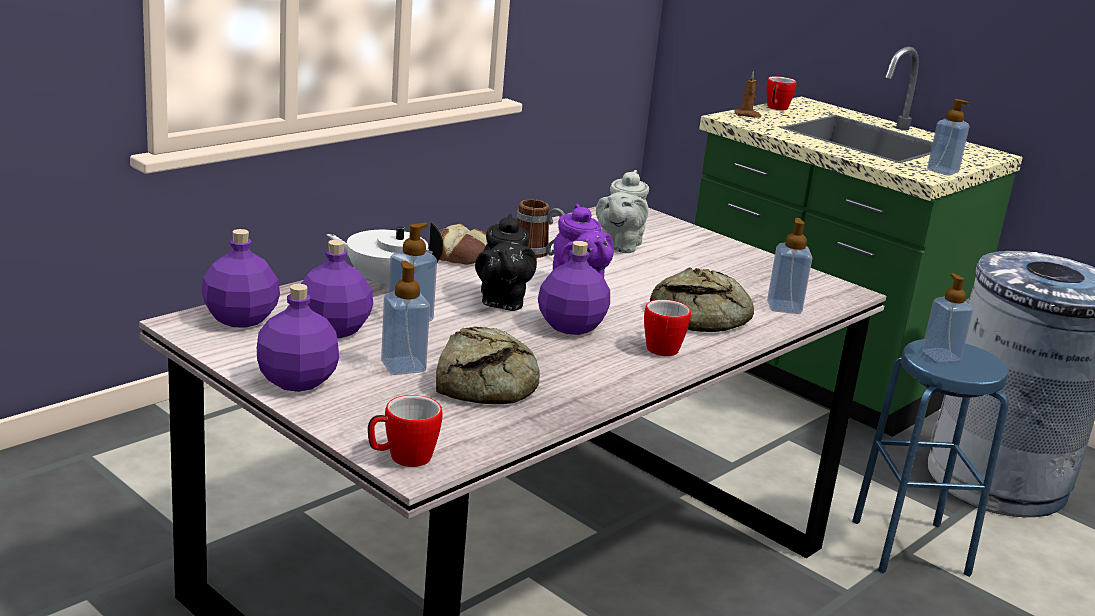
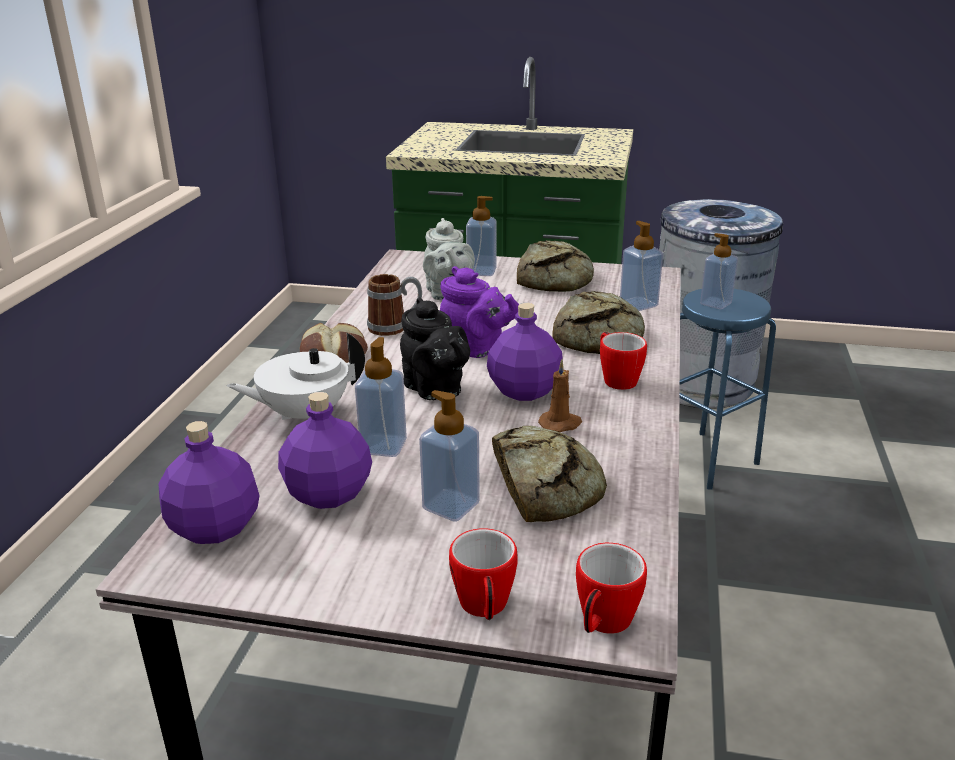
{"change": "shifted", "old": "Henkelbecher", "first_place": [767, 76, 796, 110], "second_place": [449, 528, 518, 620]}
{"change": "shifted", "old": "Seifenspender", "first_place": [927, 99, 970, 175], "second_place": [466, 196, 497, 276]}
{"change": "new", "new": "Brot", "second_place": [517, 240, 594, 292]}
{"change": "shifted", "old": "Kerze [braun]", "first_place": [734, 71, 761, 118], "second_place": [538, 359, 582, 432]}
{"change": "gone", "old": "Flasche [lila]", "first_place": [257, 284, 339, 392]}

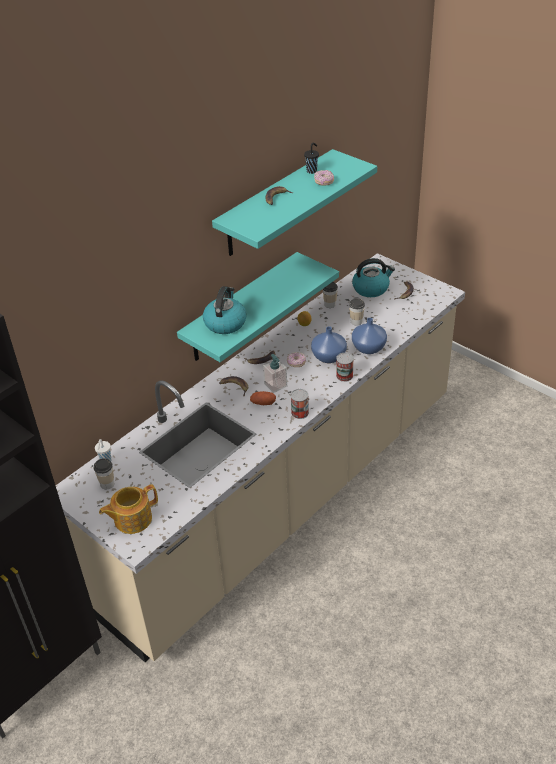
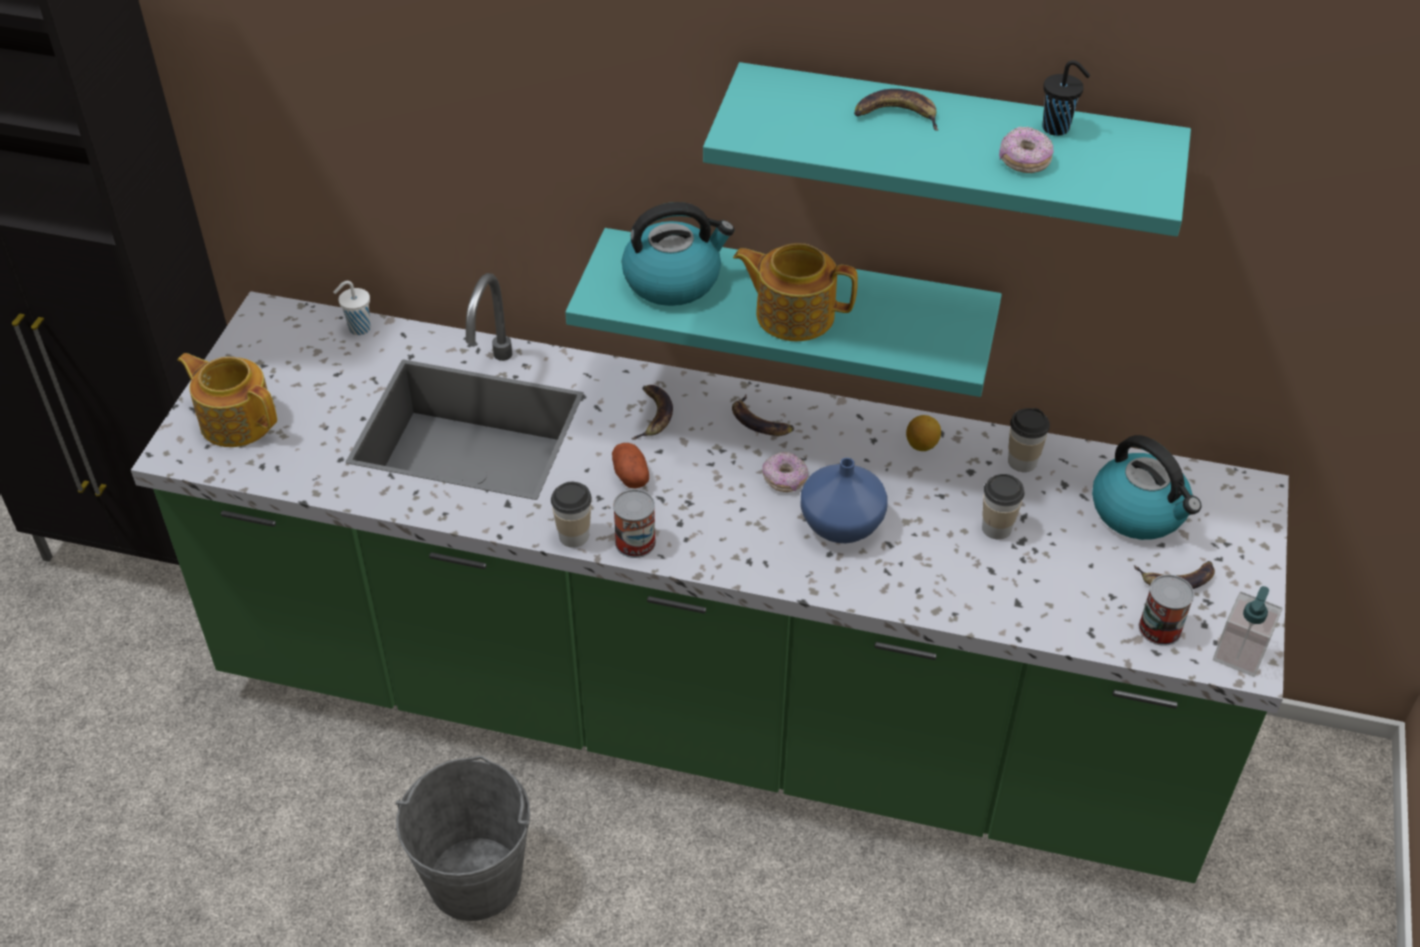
{"change": "repainted", "old": "Küchenzeile [beige]", "new": "Küchenzeile [grün]", "first_place": [56, 253, 465, 662], "second_place": [131, 273, 1289, 883]}
{"change": "new", "new": "Eimer [grau]", "second_place": [396, 756, 530, 921]}
{"change": "shifted", "old": "Tasse", "first_place": [94, 458, 114, 489], "second_place": [551, 482, 592, 548]}
{"change": "new", "new": "Teekanne", "second_place": [733, 243, 858, 341]}
{"change": "shifted", "old": "Dose", "first_place": [336, 353, 354, 382], "second_place": [1139, 575, 1194, 646]}
{"change": "shifted", "old": "Seifenspender", "first_place": [263, 354, 287, 393], "second_place": [1213, 586, 1282, 677]}
{"change": "gone", "old": "Vase [blau]", "first_place": [352, 318, 387, 354]}

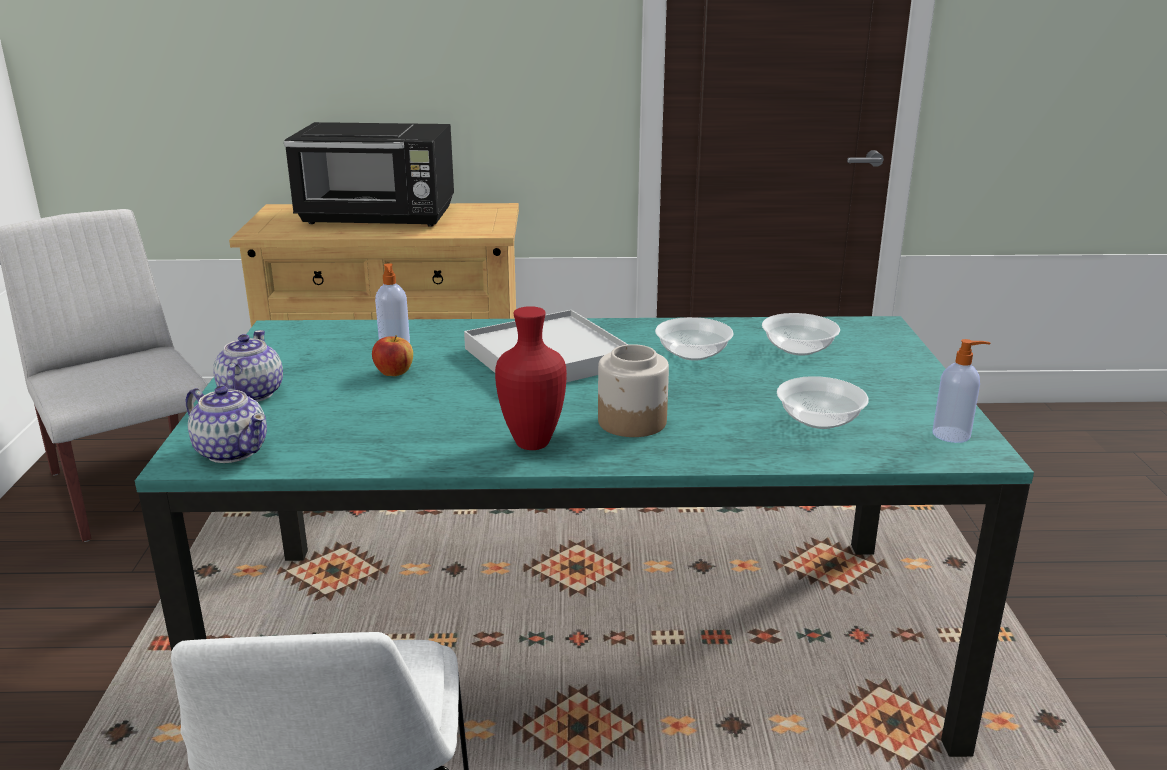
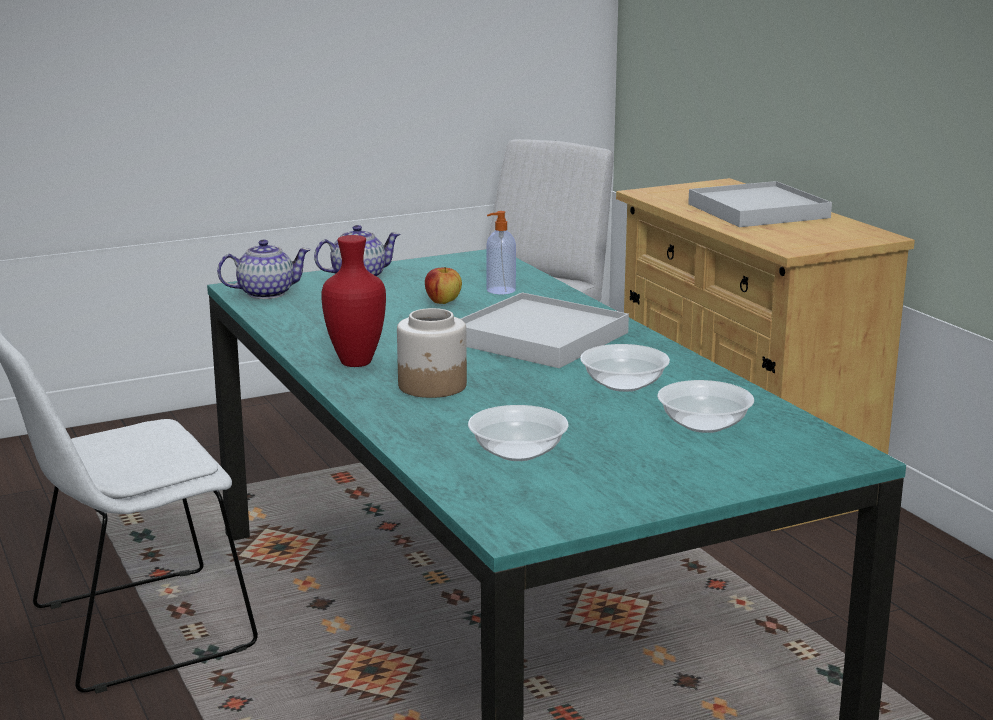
{"change": "rotated", "old": "Teekanne", "first_place": [186, 386, 267, 463], "second_place": [217, 240, 311, 299], "degrees": -120}
{"change": "swapped", "old": "Mikrowelle [schwarz]", "new": "Tablett [weiß]", "first_place": [284, 122, 454, 227], "second_place": [688, 181, 832, 227]}
{"change": "gone", "old": "Seifenspender", "first_place": [933, 339, 990, 443]}

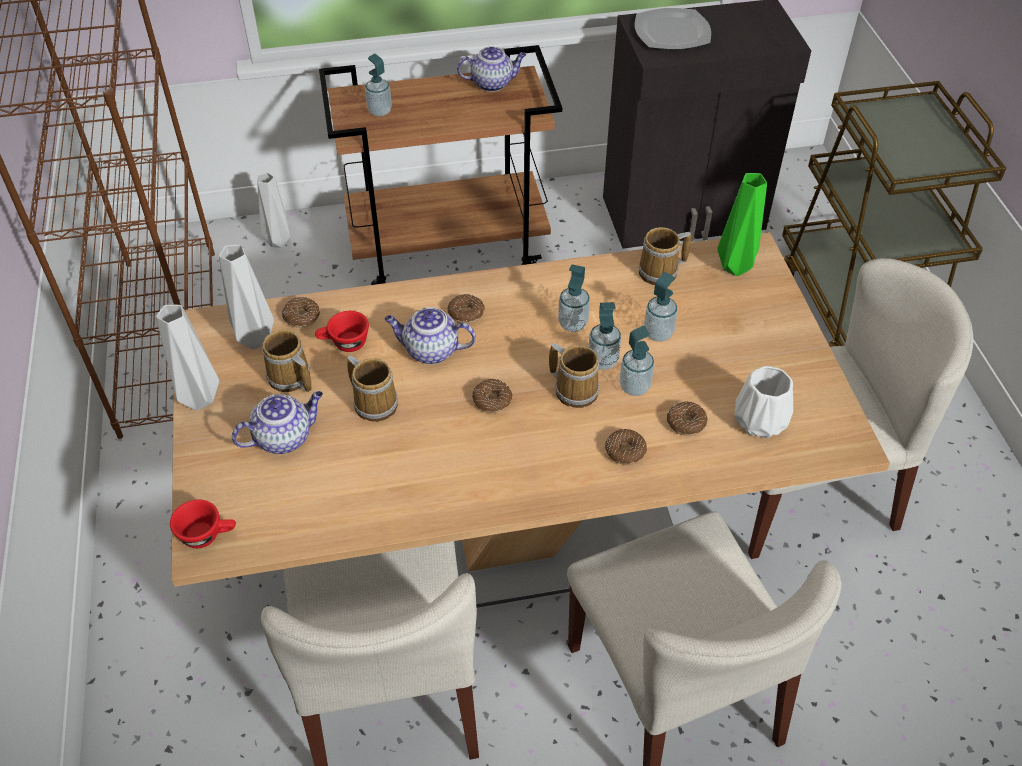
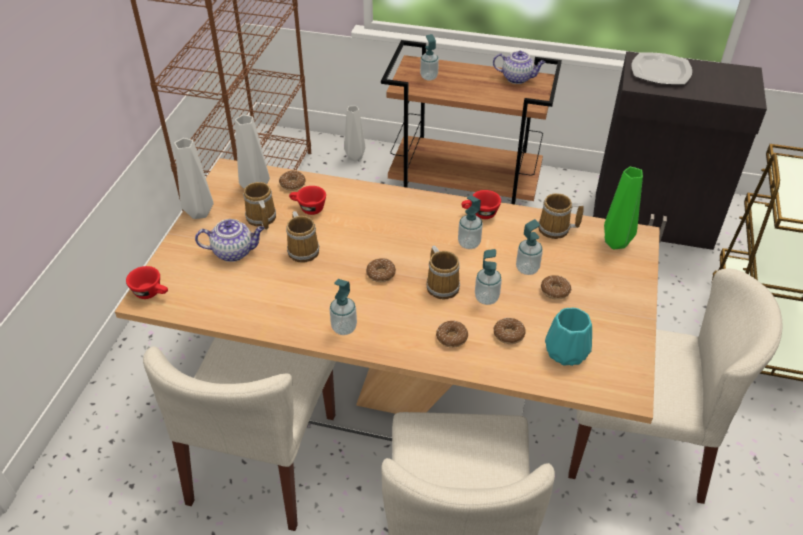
{"change": "shifted", "old": "Seifenspender", "first_place": [588, 302, 621, 370], "second_place": [329, 279, 357, 335]}
{"change": "new", "new": "Tasse [rot]", "second_place": [461, 190, 501, 219]}
{"change": "shifted", "old": "Donut", "first_place": [448, 294, 485, 324], "second_place": [541, 275, 571, 300]}
{"change": "repainted", "old": "Vase [weiß]", "new": "Vase [türkis]", "first_place": [734, 366, 793, 438], "second_place": [545, 308, 592, 366]}
{"change": "gone", "old": "Teekanne", "first_place": [384, 307, 476, 364]}

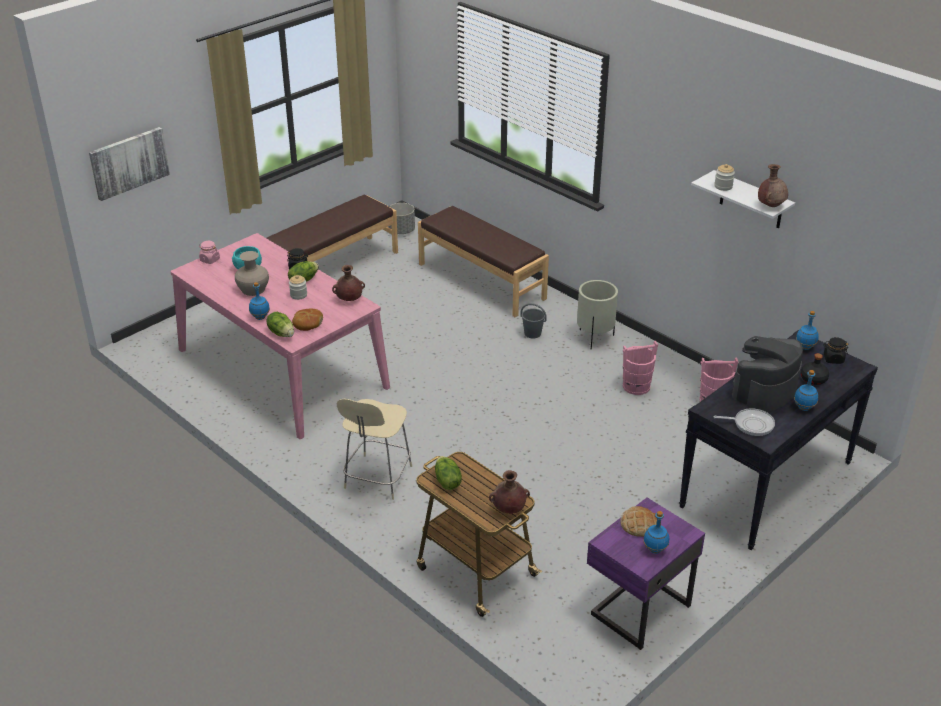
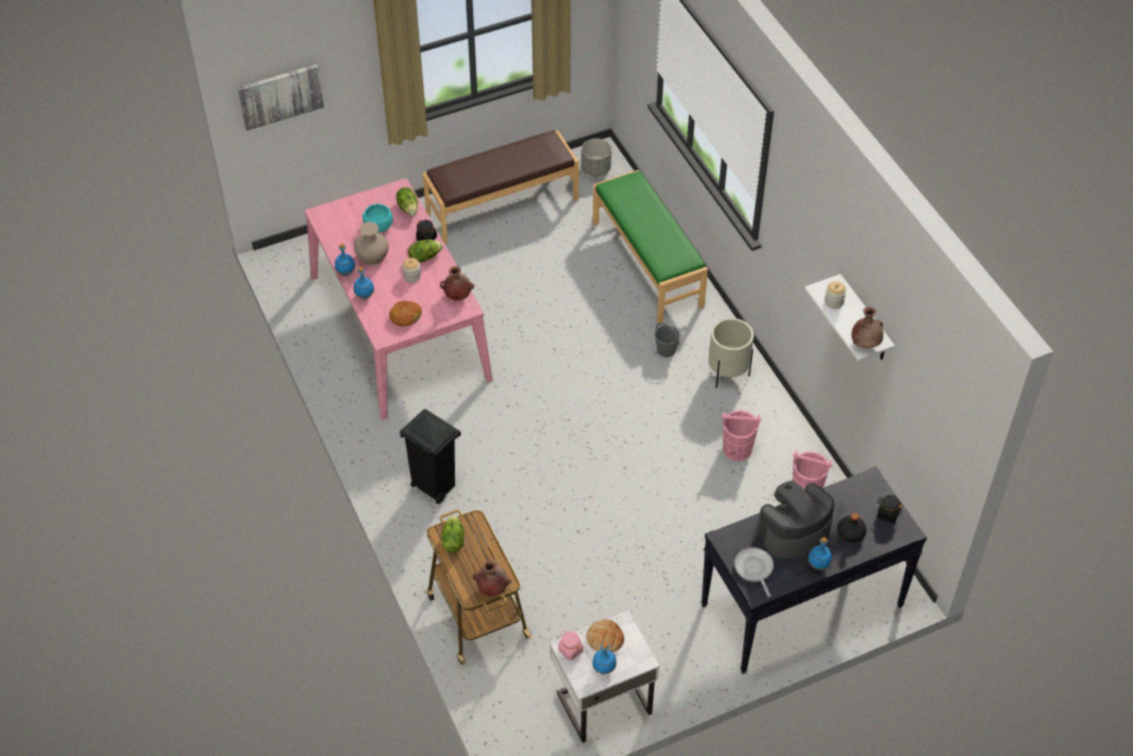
{"change": "shifted", "old": "Flasche [blau]", "first_place": [796, 311, 819, 350], "second_place": [335, 244, 355, 276]}
{"change": "shifted", "old": "Salatkopf", "first_place": [267, 312, 294, 337], "second_place": [396, 187, 418, 216]}
{"change": "swapped", "old": "Stuhl [beige]", "new": "Mülleimer [schwarz]", "first_place": [337, 399, 412, 500], "second_place": [400, 409, 461, 504]}
{"change": "repainted", "old": "Nachttisch [lila]", "new": "Nachttisch [weiß]", "first_place": [587, 498, 705, 650], "second_place": [550, 611, 660, 743]}
{"change": "shifted", "old": "Vorratsglas [rosa]", "first_place": [199, 241, 220, 264], "second_place": [558, 631, 583, 661]}
{"change": "repainted", "old": "Bank [braun]", "new": "Bank [grün]", "first_place": [418, 206, 549, 317], "second_place": [593, 170, 708, 323]}
{"change": "rotated", "old": "Pfanne", "first_place": [713, 408, 775, 436], "second_place": [734, 547, 774, 597], "degrees": -135}

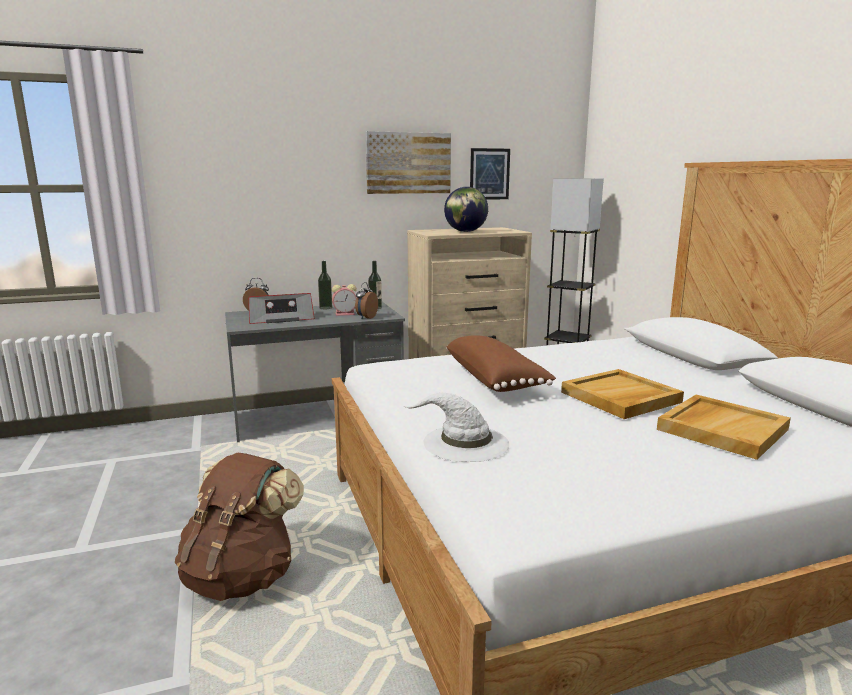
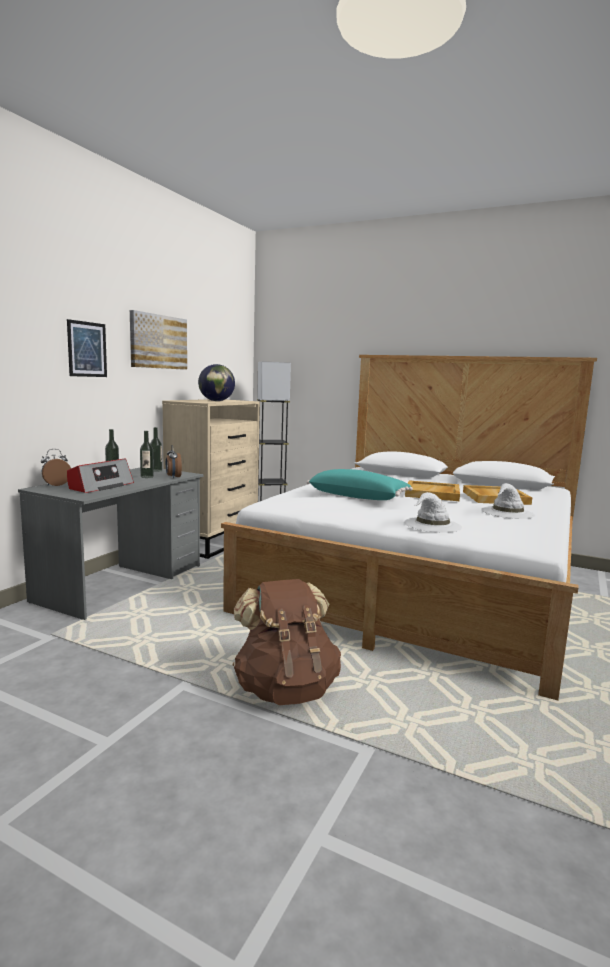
{"change": "shifted", "old": "Bild", "first_place": [470, 148, 510, 200], "second_place": [67, 319, 107, 377]}
{"change": "swapped", "old": "Wecker", "new": "Flasche", "first_place": [332, 284, 357, 316], "second_place": [140, 431, 154, 478]}
{"change": "repainted", "old": "Kissen [braun]", "new": "Kissen [türkis]", "first_place": [446, 335, 556, 392], "second_place": [306, 469, 413, 500]}
{"change": "new", "new": "Hut [weiß]", "second_place": [481, 483, 535, 519]}

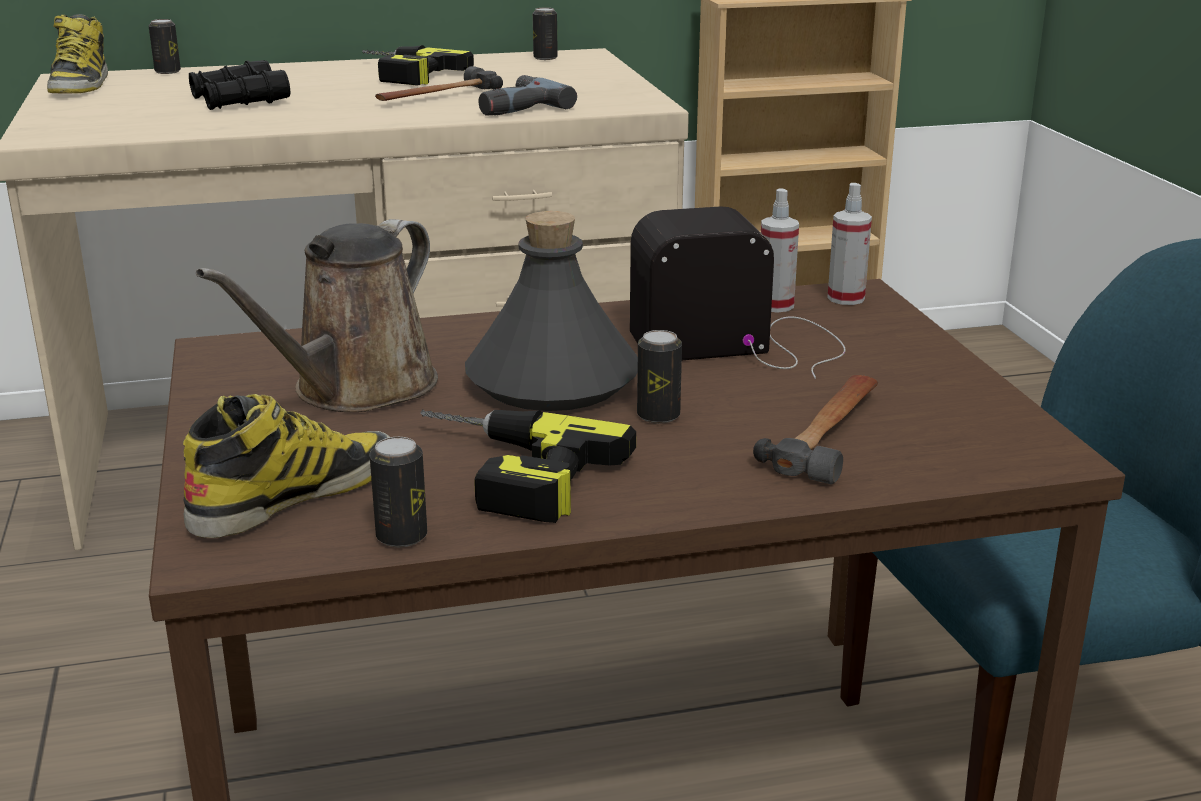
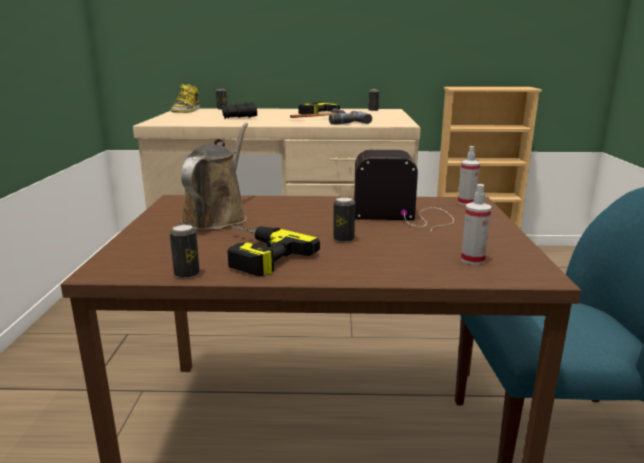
{"change": "rotated", "old": "Gießkanne [braun]", "first_place": [196, 219, 438, 412], "second_place": [180, 123, 248, 230], "degrees": 150}
{"change": "shifted", "old": "Sprühflasche", "first_place": [761, 188, 799, 313], "second_place": [461, 184, 491, 265]}
{"change": "gone", "old": "Stiefel", "first_place": [183, 394, 389, 538]}
{"change": "gone", "old": "Flasche [grau]", "first_place": [465, 211, 638, 411]}
{"change": "gone", "old": "Hammer", "first_place": [753, 375, 878, 484]}

